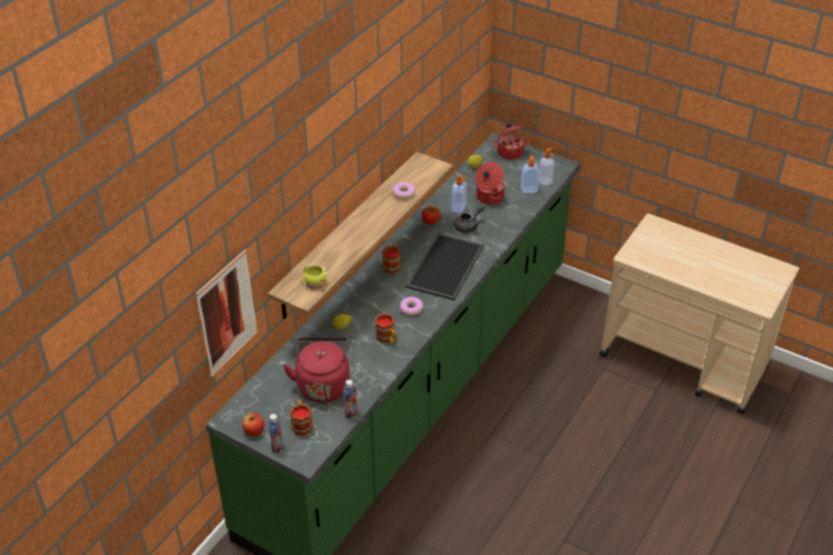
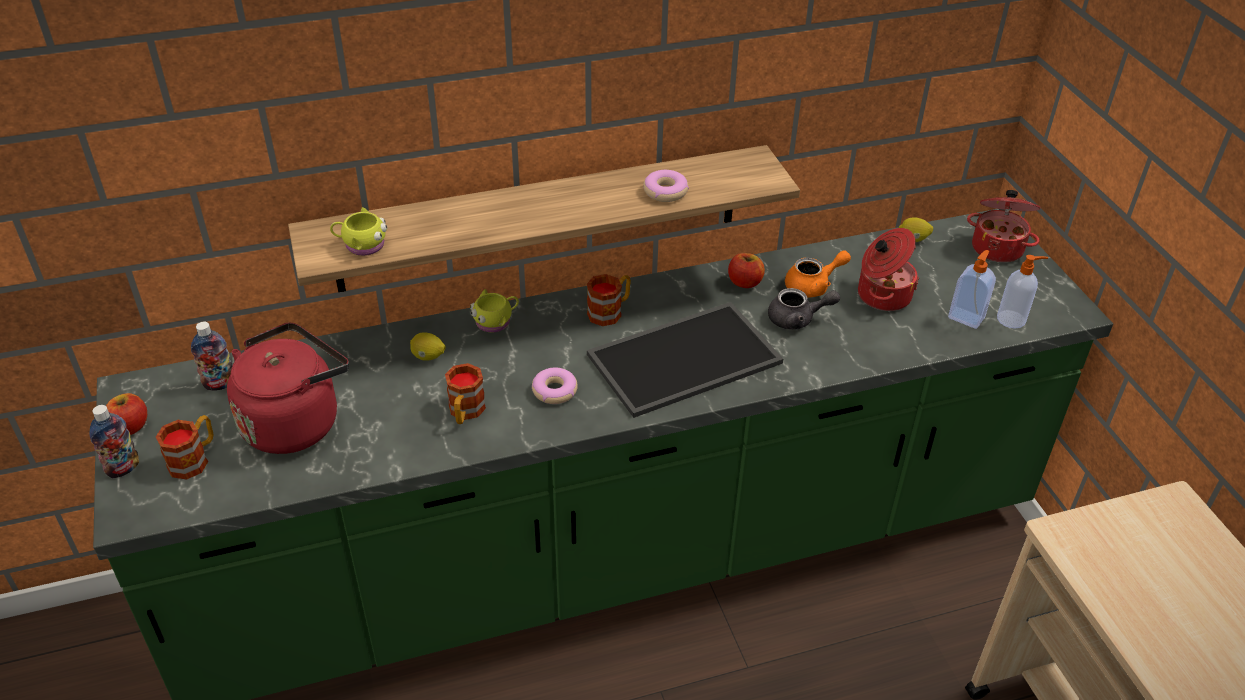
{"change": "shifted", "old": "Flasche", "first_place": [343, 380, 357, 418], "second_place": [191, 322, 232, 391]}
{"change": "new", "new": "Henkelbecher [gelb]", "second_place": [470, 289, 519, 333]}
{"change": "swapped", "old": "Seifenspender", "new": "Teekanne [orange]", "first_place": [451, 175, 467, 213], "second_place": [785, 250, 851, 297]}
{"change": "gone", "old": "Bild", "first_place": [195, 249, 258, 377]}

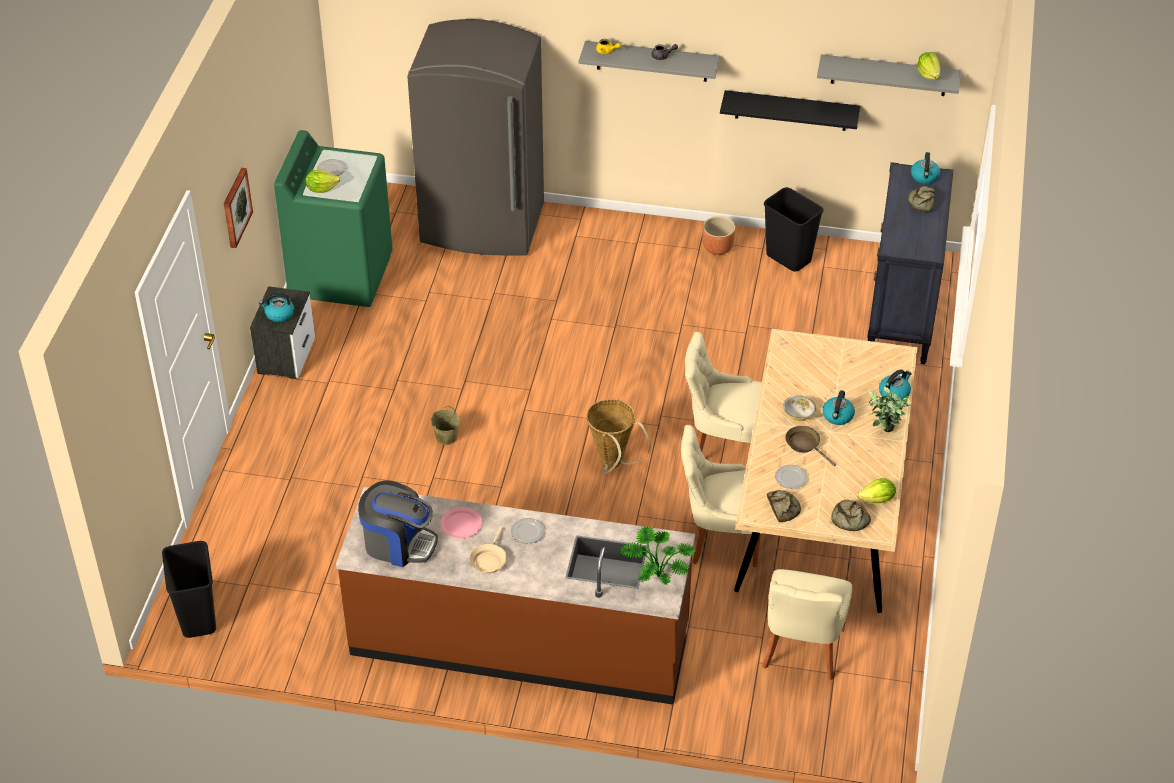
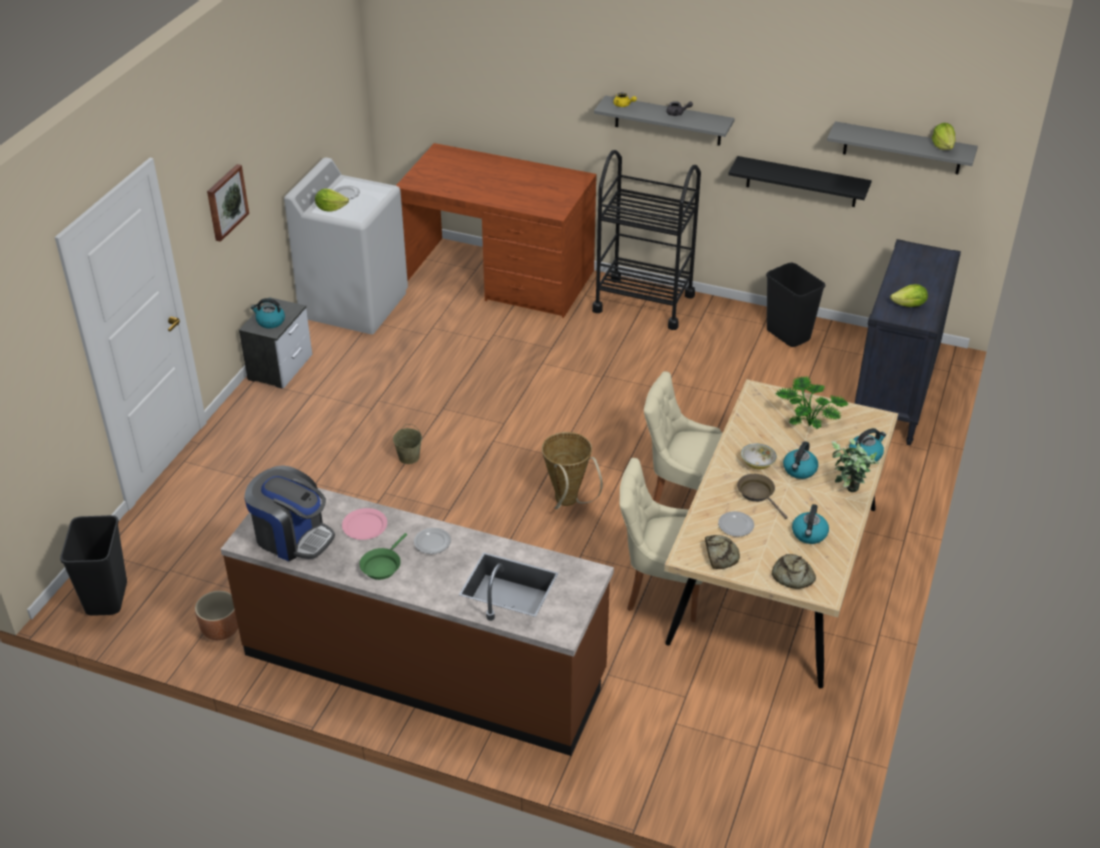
{"change": "shifted", "old": "Pflanzkübel [braun]", "first_place": [702, 216, 735, 255], "second_place": [195, 591, 238, 640]}
{"change": "repainted", "old": "Waschmaschine [grün]", "new": "Waschmaschine [weiß]", "first_place": [274, 130, 392, 307], "second_place": [284, 157, 408, 334]}
{"change": "repainted", "old": "Pfanne [beige]", "new": "Pfanne [grün]", "first_place": [469, 527, 507, 574], "second_place": [359, 533, 407, 580]}
{"change": "swapped", "old": "Kühlschrank [grau]", "new": "Schreibtisch [braun]", "first_place": [407, 19, 544, 256], "second_place": [396, 143, 597, 318]}
{"change": "new", "new": "Rollwagen [schwarz]", "second_place": [592, 150, 701, 330]}
{"change": "shifted", "old": "Topfpflanze", "first_place": [619, 526, 696, 585], "second_place": [776, 376, 848, 429]}
{"change": "shifted", "old": "Wasserkessel", "first_place": [911, 152, 940, 184], "second_place": [792, 504, 829, 544]}
{"change": "shifted", "old": "Salatkopf", "first_place": [857, 478, 896, 503], "second_place": [890, 284, 928, 307]}
{"change": "gone", "old": "Stuhl [beige]", "first_place": [762, 569, 853, 680]}
{"change": "gone", "old": "Brot", "first_place": [907, 186, 935, 212]}

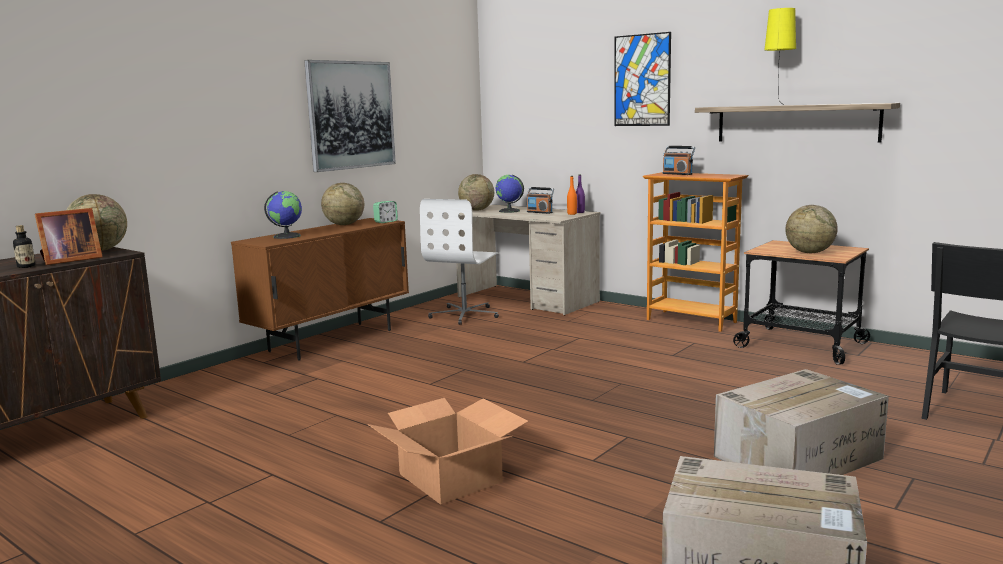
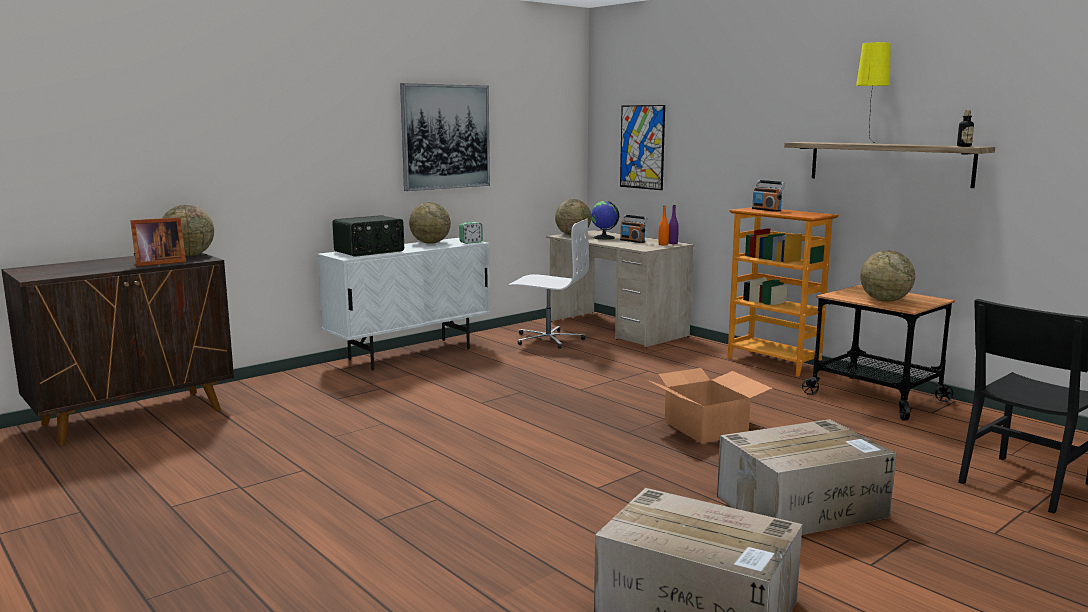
{"change": "repainted", "old": "Schrank [braun]", "new": "Schrank [weiß]", "first_place": [231, 218, 409, 361], "second_place": [317, 238, 490, 370]}
{"change": "swapped", "old": "Globus", "new": "Radio", "first_place": [264, 191, 302, 239], "second_place": [332, 215, 404, 257]}
{"change": "rotated", "old": "Bürostuhl [weiß]", "first_place": [420, 199, 499, 325], "second_place": [508, 219, 589, 349], "degrees": -105}
{"change": "shifted", "old": "Bild", "first_place": [614, 32, 671, 126], "second_place": [620, 105, 665, 190]}
{"change": "shifted", "old": "Karton", "first_place": [367, 398, 529, 505], "second_place": [645, 368, 773, 443]}
{"change": "shifted", "old": "Flasche", "first_place": [13, 225, 35, 268], "second_place": [957, 111, 974, 147]}

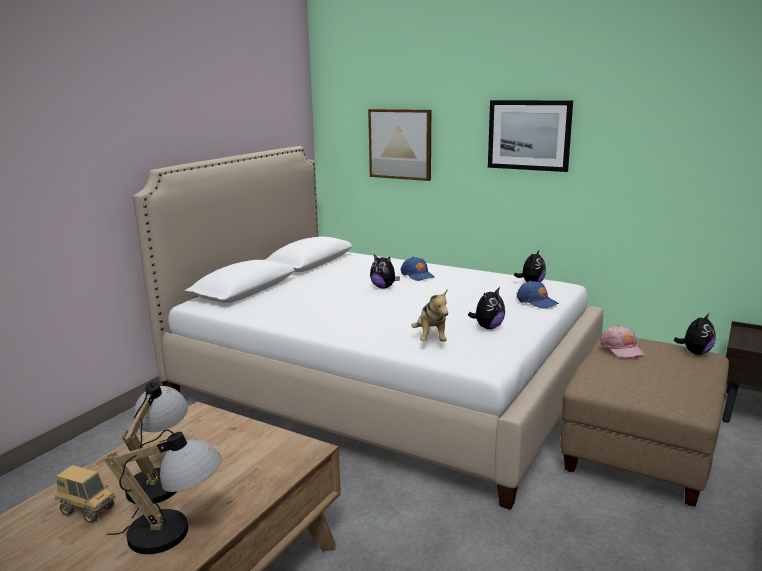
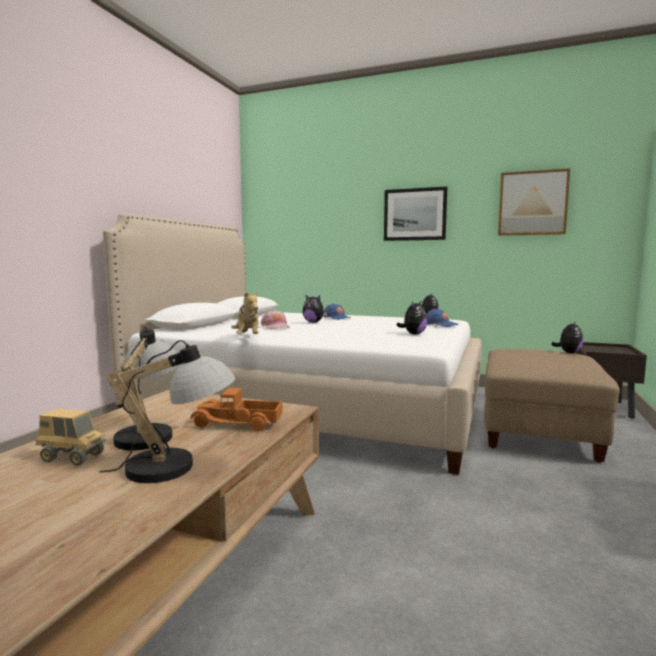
{"change": "new", "new": "Spielzeuglaster", "second_place": [190, 388, 283, 431]}
{"change": "shifted", "old": "Plüschtier", "first_place": [411, 290, 448, 342], "second_place": [231, 291, 259, 334]}
{"change": "shifted", "old": "Kappe [rosa]", "first_place": [600, 325, 645, 358], "second_place": [261, 310, 290, 329]}
{"change": "shifted", "old": "Bild", "first_place": [368, 109, 431, 181], "second_place": [498, 168, 570, 236]}

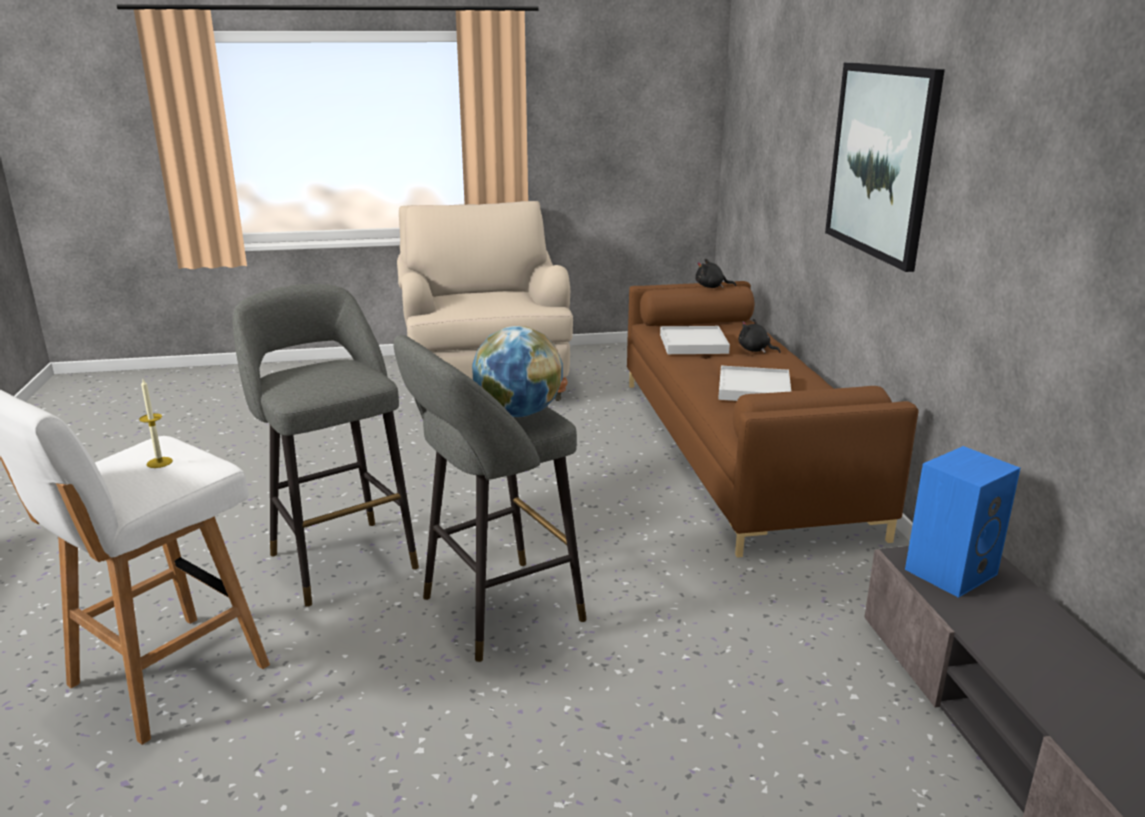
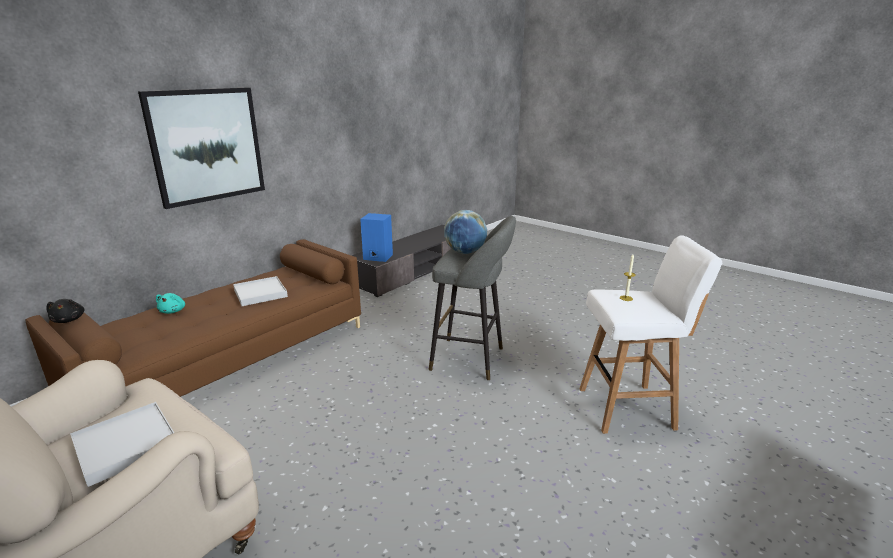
{"change": "shifted", "old": "Tablett [weiß]", "first_place": [660, 326, 730, 354], "second_place": [70, 402, 174, 487]}
{"change": "repainted", "old": "Plüschtier [schwarz]", "new": "Plüschtier [türkis]", "first_place": [738, 319, 781, 353], "second_place": [156, 293, 185, 314]}
{"change": "gone", "old": "Hocker [grau]", "first_place": [233, 284, 419, 607]}

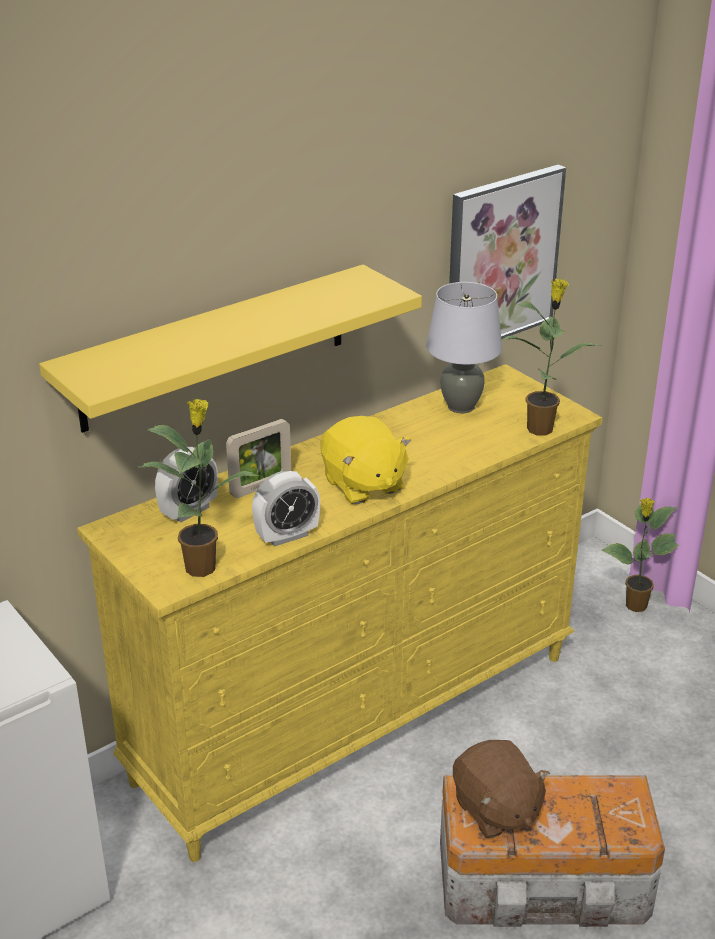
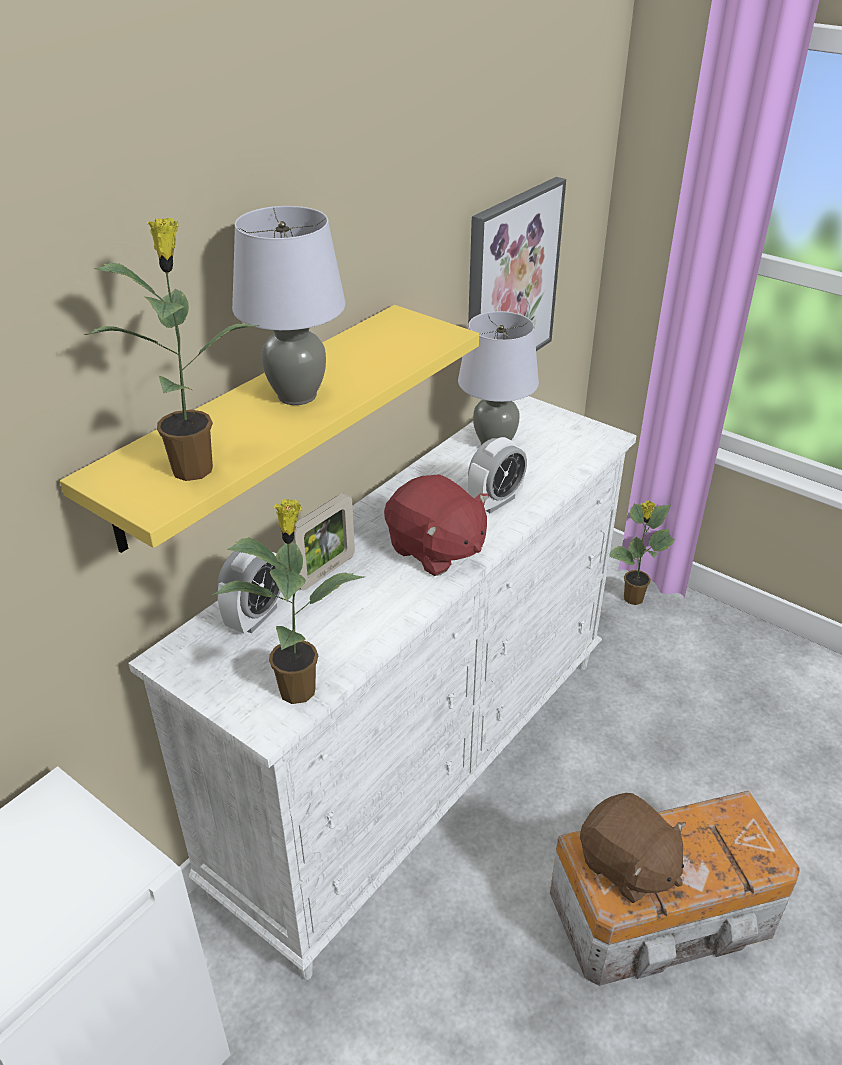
{"change": "shifted", "old": "Topfpflanze", "first_place": [500, 279, 599, 435], "second_place": [83, 218, 259, 481]}
{"change": "repainted", "old": "Kommode [gelb]", "new": "Kommode [weiß]", "first_place": [77, 364, 603, 862], "second_place": [128, 396, 637, 980]}
{"change": "new", "new": "Tischlampe [grau]", "second_place": [232, 206, 346, 405]}
{"change": "repainted", "old": "Plüschtier [gelb]", "new": "Plüschtier [rot]", "first_place": [320, 416, 412, 504], "second_place": [384, 474, 489, 576]}
{"change": "shifted", "old": "Wecker", "first_place": [252, 471, 320, 547], "second_place": [468, 437, 527, 513]}

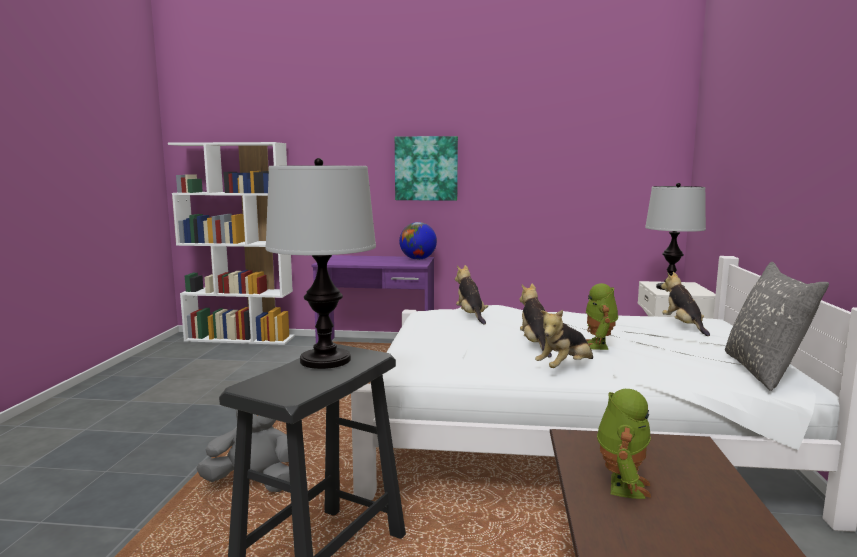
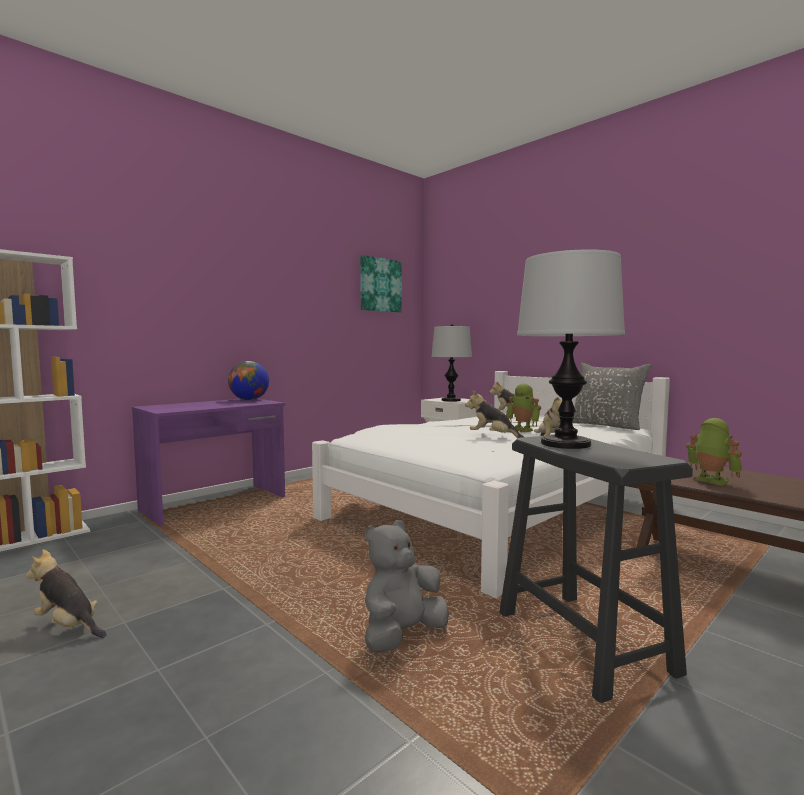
{"change": "shifted", "old": "Plüschtier", "first_place": [455, 265, 488, 325], "second_place": [26, 549, 107, 638]}
{"change": "shifted", "old": "Bild", "first_place": [395, 136, 458, 201], "second_place": [360, 255, 402, 313]}

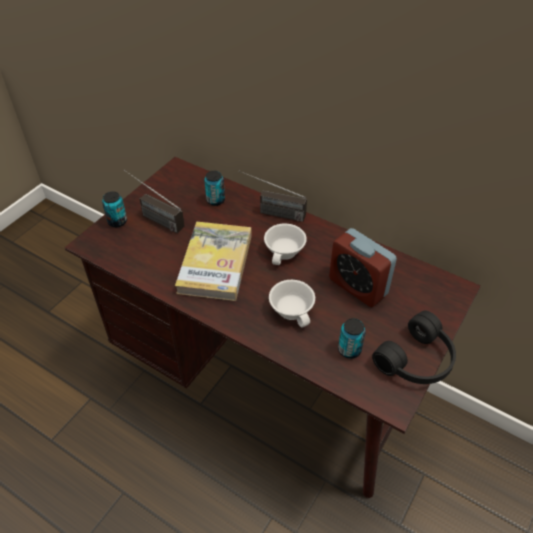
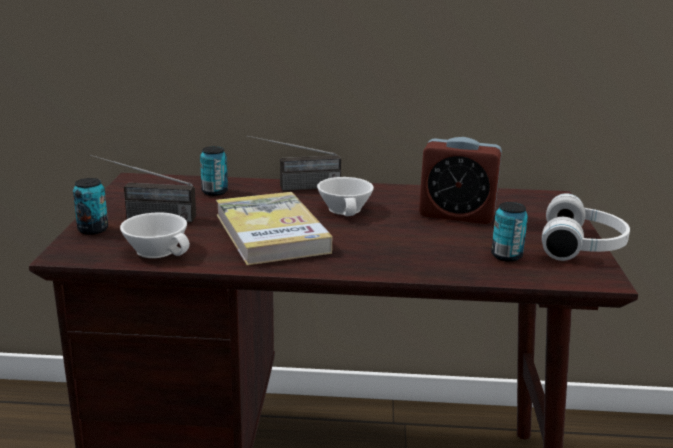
{"change": "shifted", "old": "Tasse [weiß]", "first_place": [269, 280, 315, 328], "second_place": [120, 212, 190, 258]}
{"change": "repainted", "old": "Kopfhörer [schwarz]", "new": "Kopfhörer [weiß]", "first_place": [372, 310, 456, 384], "second_place": [542, 193, 630, 261]}

